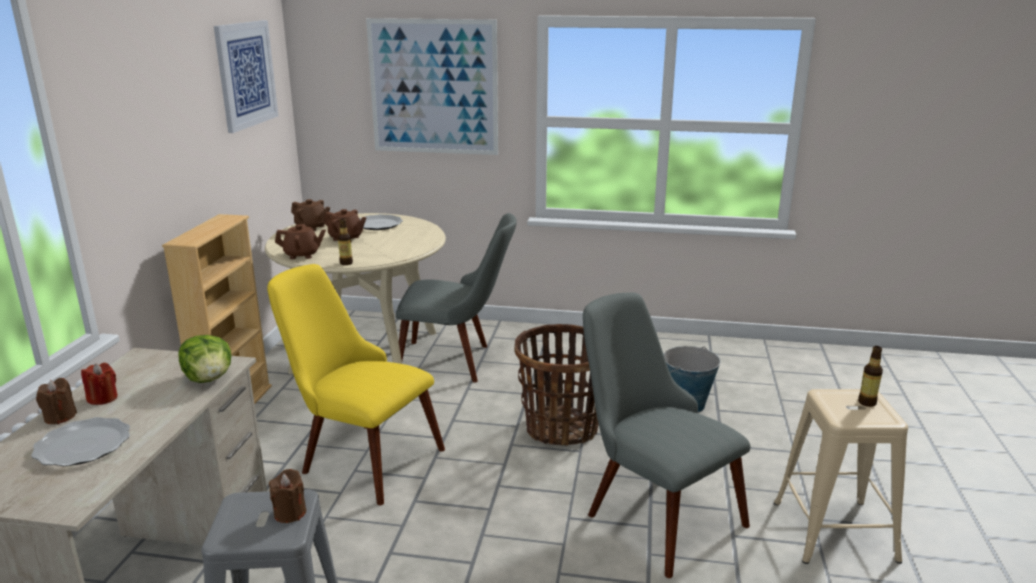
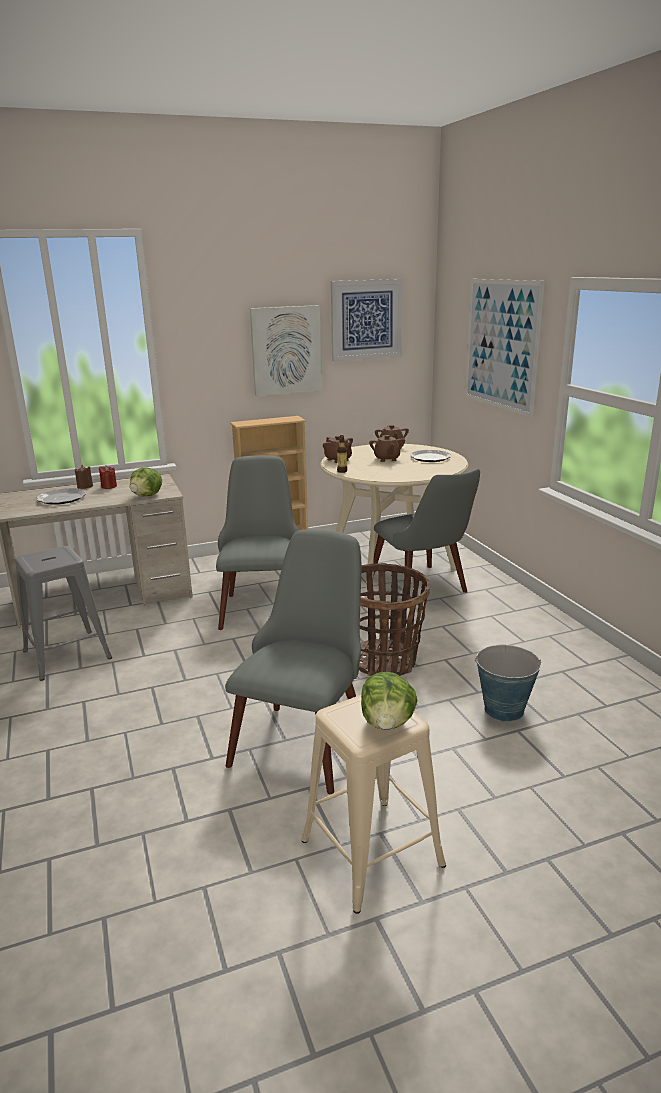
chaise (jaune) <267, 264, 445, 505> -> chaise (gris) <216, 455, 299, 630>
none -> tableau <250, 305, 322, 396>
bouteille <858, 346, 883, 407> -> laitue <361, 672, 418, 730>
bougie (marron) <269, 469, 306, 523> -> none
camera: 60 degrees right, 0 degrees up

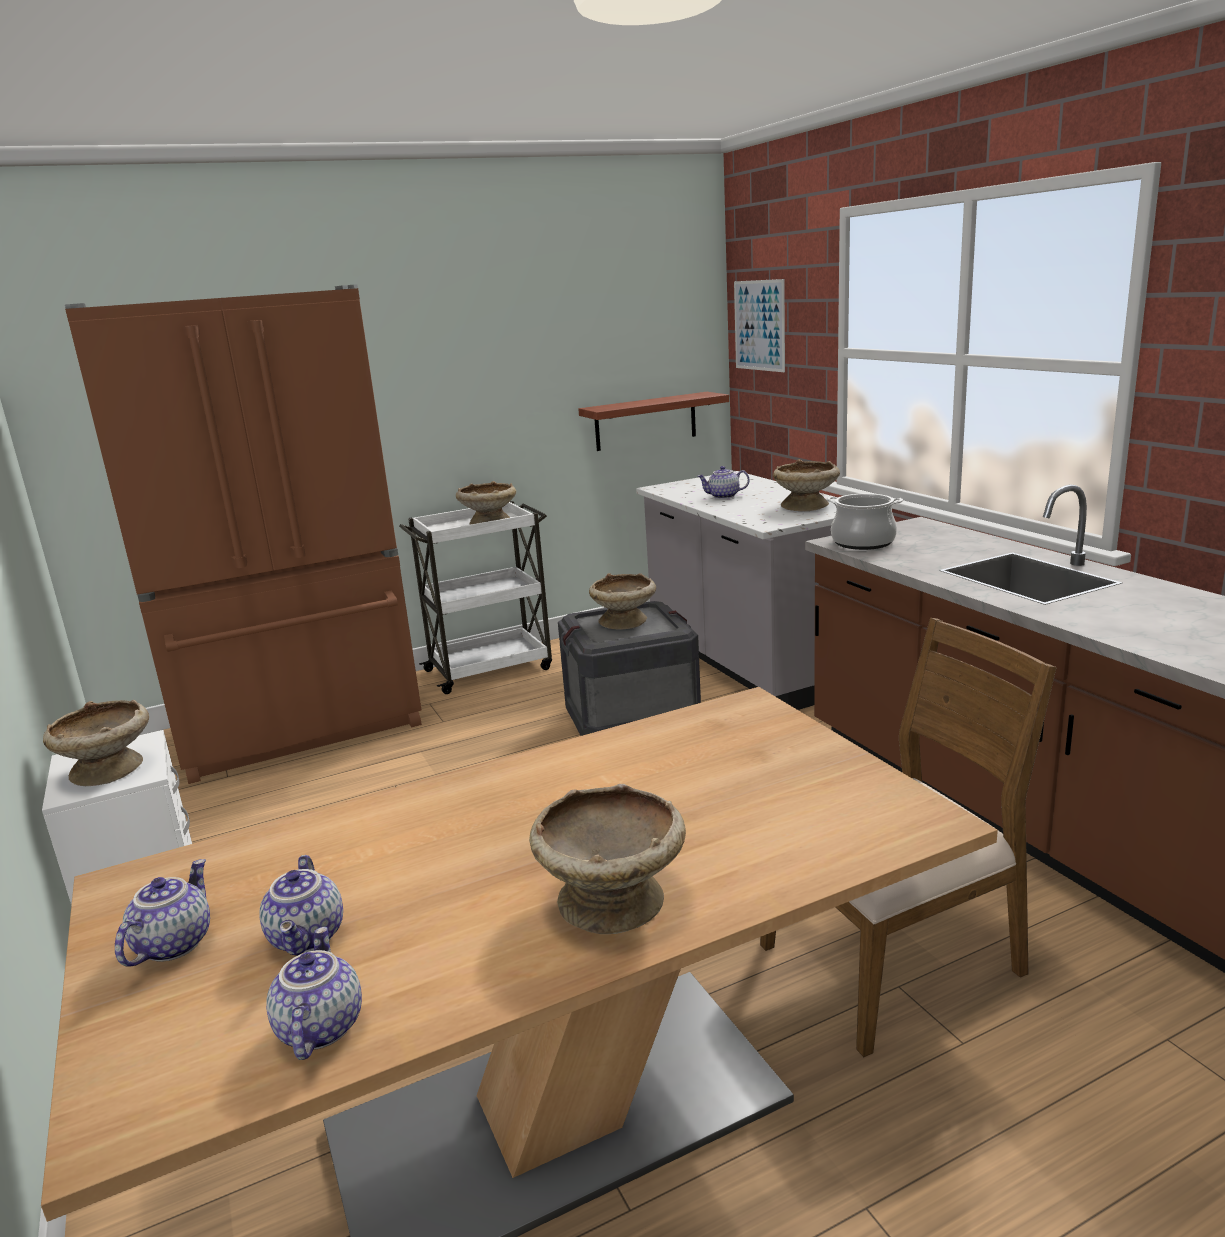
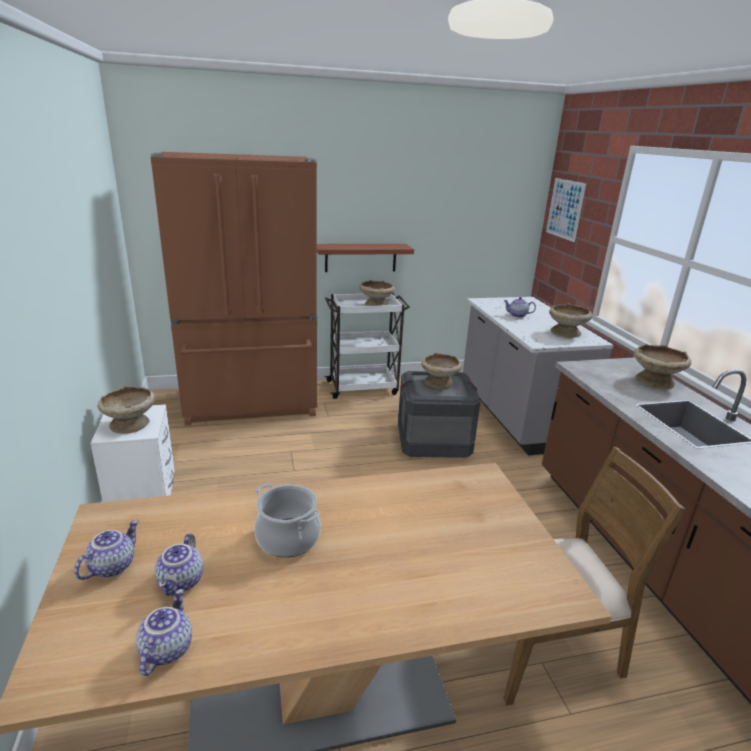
marmite <826, 494, 903, 550> -> marmite <254, 484, 321, 557>, moved
étagère <578, 392, 729, 451> -> étagère <317, 244, 414, 272>, moved
bol (beige) <529, 784, 686, 934> -> bol (beige) <634, 344, 691, 389>, moved
camera: 10 degrees right, 5 degrees up

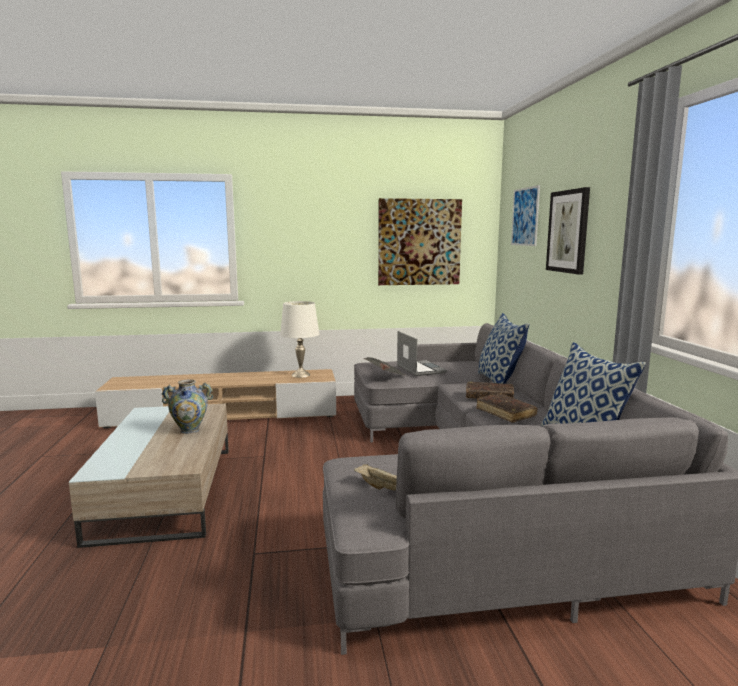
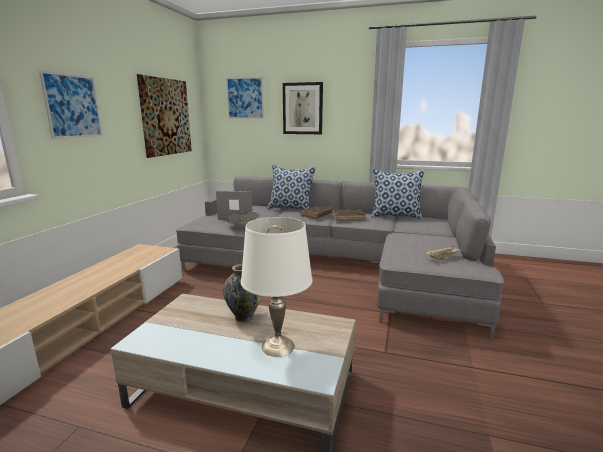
none -> tableau <39, 71, 103, 139>
lampe de table (blanc) <280, 301, 319, 378> -> lampe de table (blanc) <241, 217, 313, 357>, moved
camera: 65 degrees left, 5 degrees up

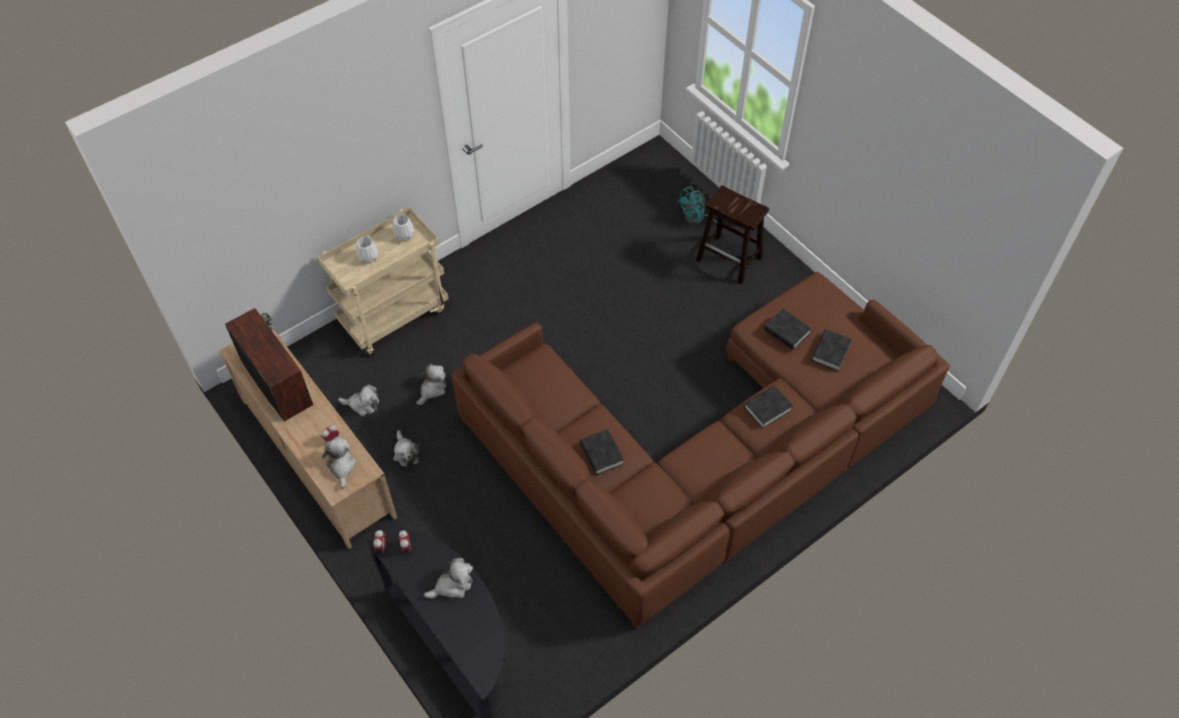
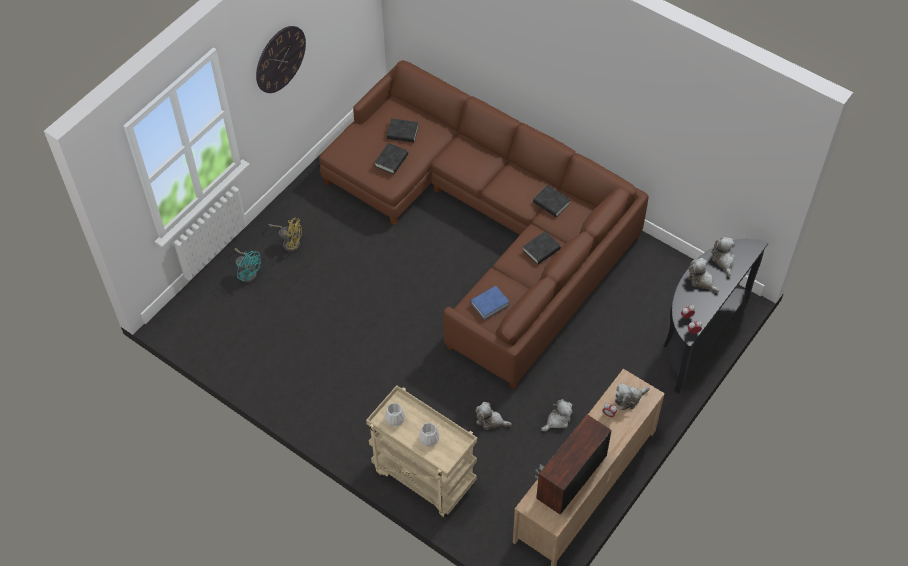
none -> horloge murale <256, 26, 306, 93>
tabouret (marron) <696, 185, 769, 284> -> ventilateur (jaune) <268, 218, 302, 251>
none -> livre (bleu) <470, 286, 510, 320>
livre (noir) <744, 386, 793, 429> -> livre (noir) <533, 185, 570, 217>, moved
peluche <338, 384, 379, 416> -> peluche <711, 237, 735, 276>, moved
camera: 105 degrees left, 0 degrees up

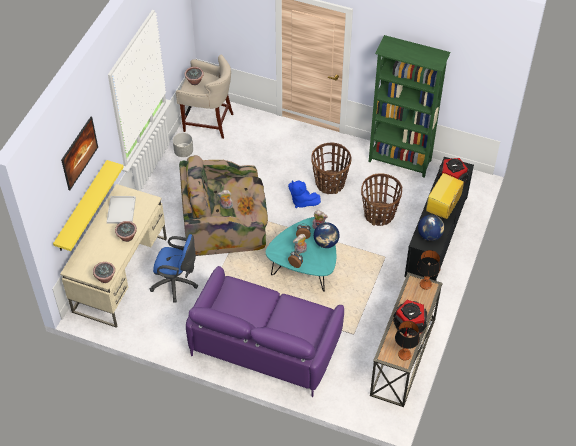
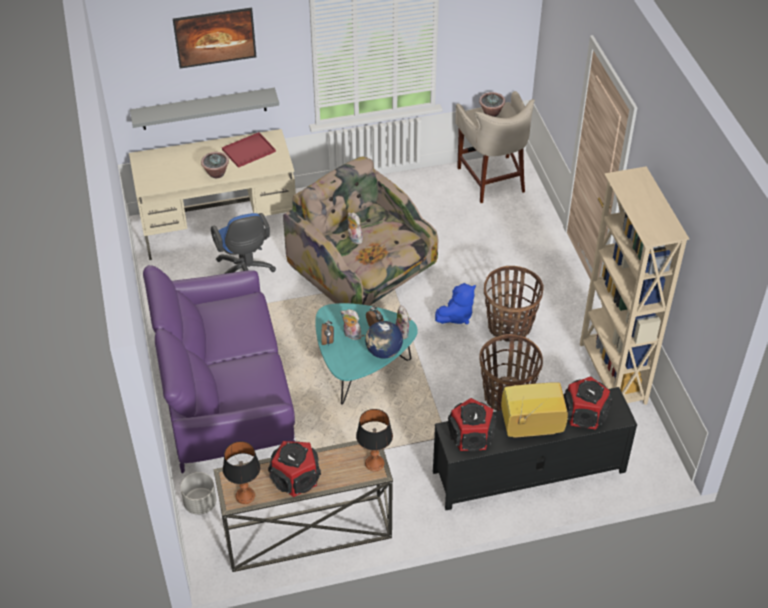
étagère (jaune) <53, 160, 124, 251> -> étagère (gris) <130, 88, 279, 130>
cache-pot (gris) <173, 133, 193, 157> -> cache-pot (gris) <181, 472, 216, 515>, moved
plateau (blanc) <107, 196, 136, 224> -> plateau (rouge) <222, 132, 276, 168>
peluche (bleu) <288, 180, 321, 208> -> peluche (bleu) <435, 283, 476, 324>, 135 degrees counterclockwise
globe <418, 215, 444, 241> -> enceinte <447, 398, 497, 451>
bibliothèque (vert) <369, 35, 451, 178> -> bibliothèque (beige) <580, 166, 689, 405>
plante en pot <93, 262, 115, 283> -> none
camera: 55 degrees right, 5 degrees down

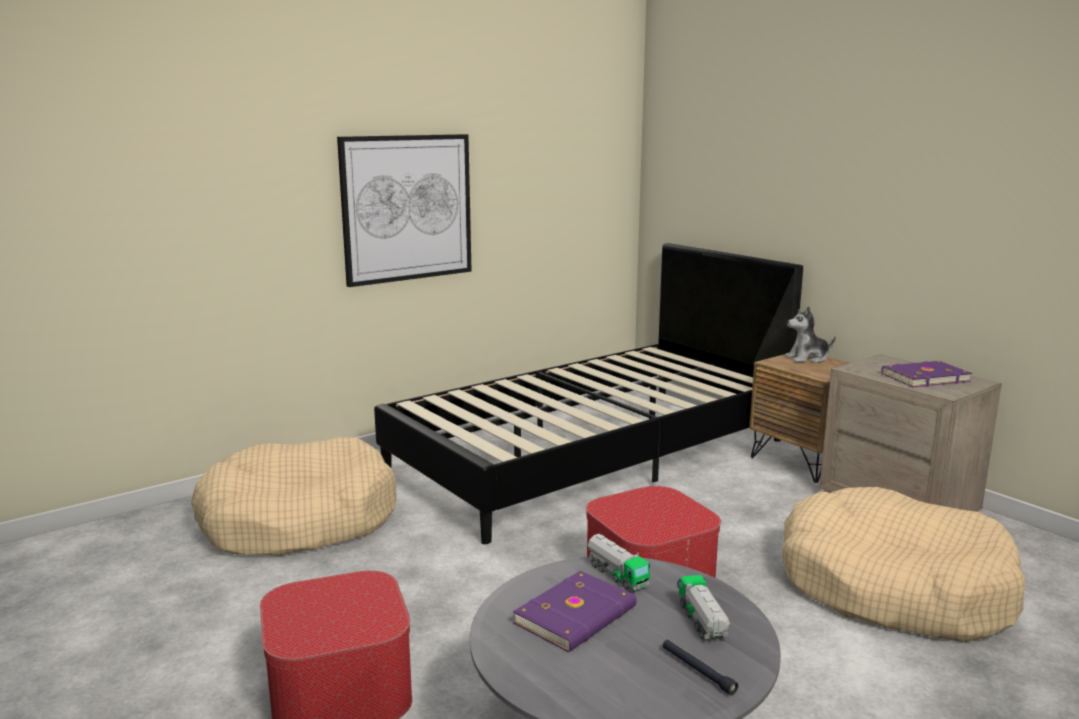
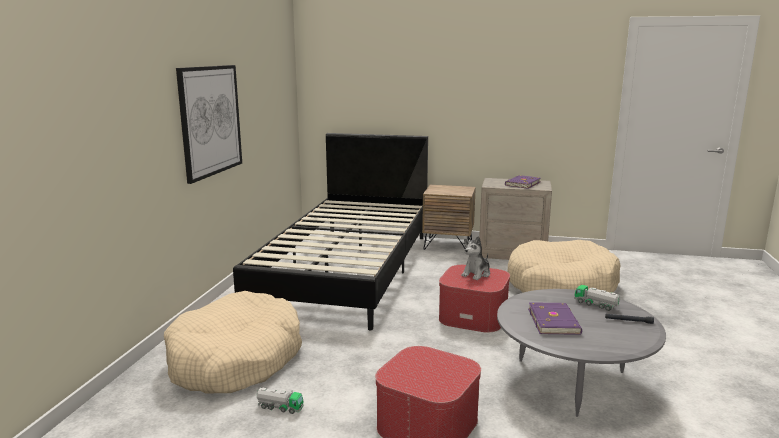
camion jouet <588, 534, 650, 590> -> camion jouet <257, 387, 303, 414>, moved
peluche <785, 306, 836, 363> -> peluche <461, 236, 490, 280>, moved
camera: 40 degrees left, 0 degrees up

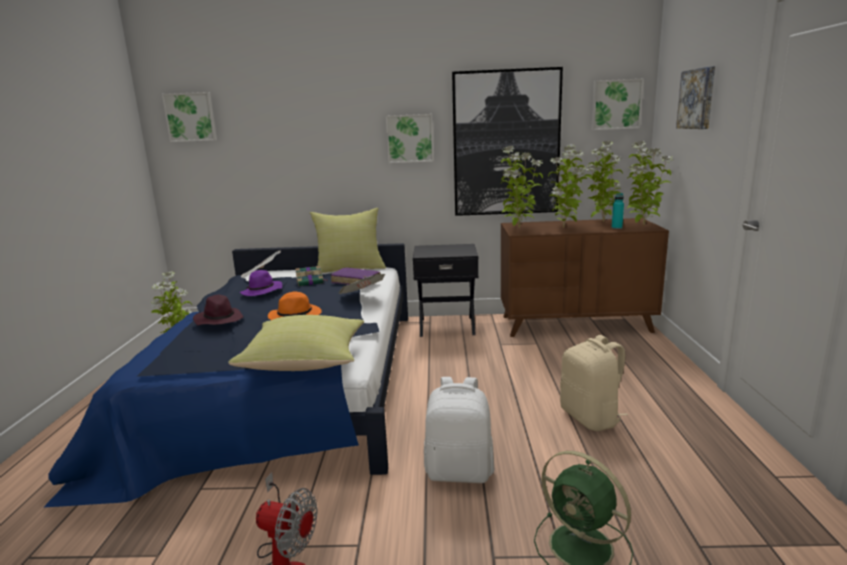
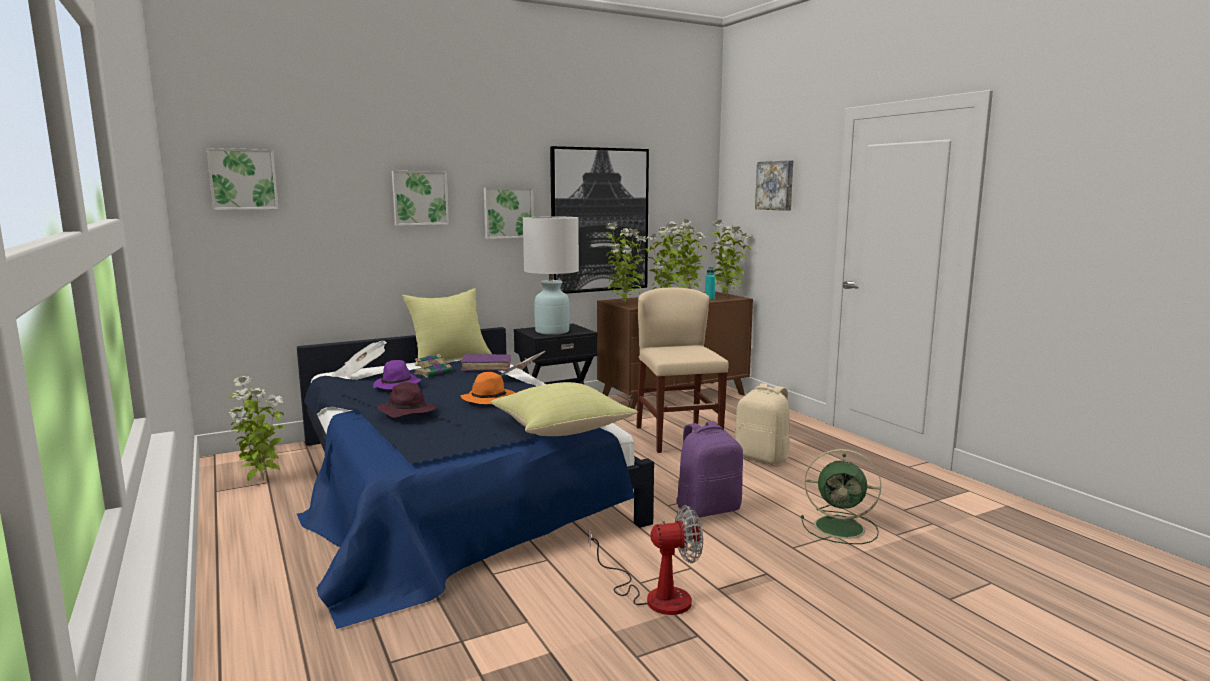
tableau <591, 79, 644, 130> -> tableau <392, 171, 449, 226>, moved
none -> lampe de table (blanc) <523, 217, 579, 335>
none -> chaise (beige) <636, 287, 729, 453>
sac à dos (blanc) <424, 377, 494, 483> -> sac à dos (violet) <676, 421, 743, 518>
camera: 30 degrees left, 5 degrees down

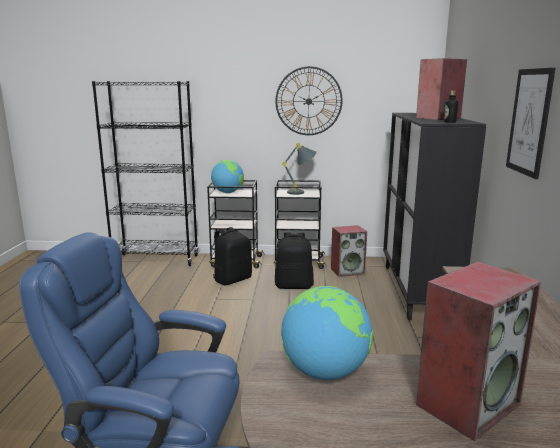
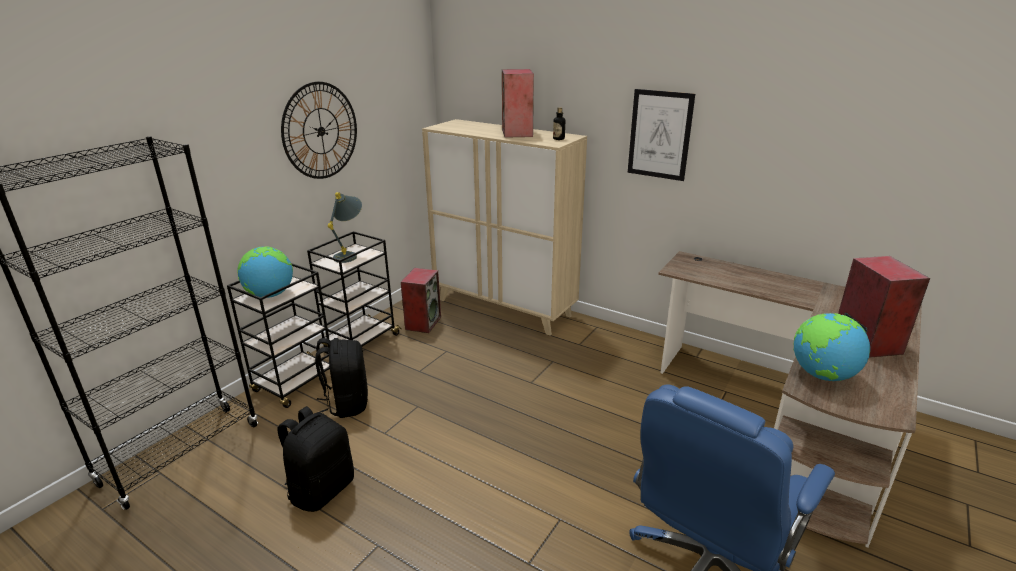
sac à dos (noir) <275, 232, 314, 289> -> sac à dos (noir) <278, 406, 354, 512>, moved
meuble de rangement (noir) <383, 113, 486, 320> -> meuble de rangement (beige) <422, 119, 587, 335>
camera: 60 degrees left, 10 degrees up

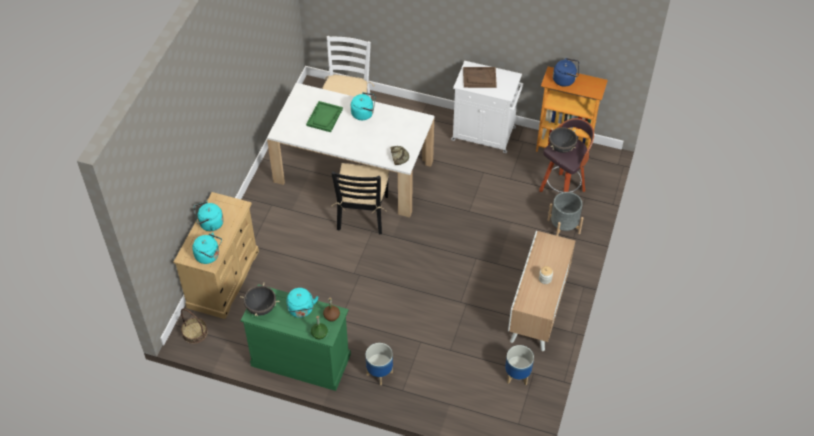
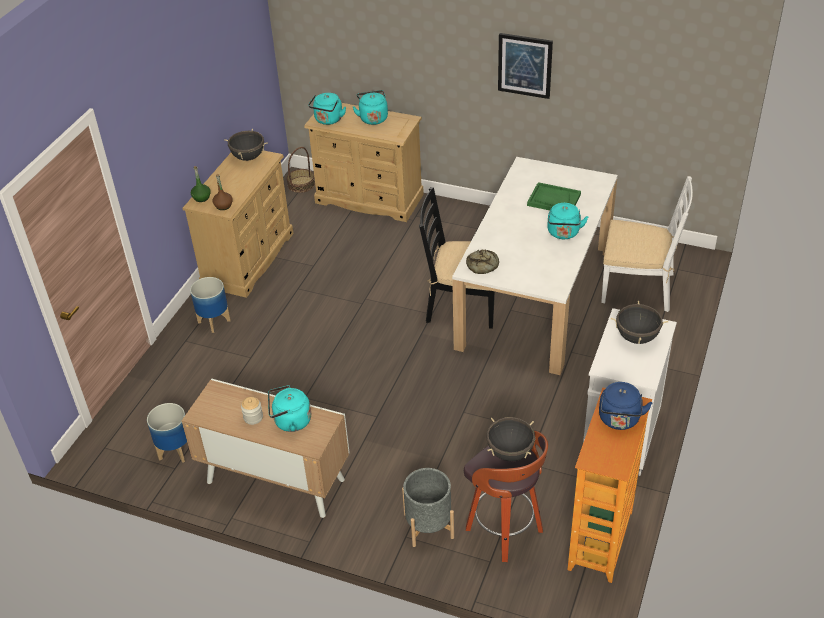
commode (vert) <241, 284, 351, 391> -> commode (beige) <182, 150, 294, 298>
bouilloire (turquoise) <286, 288, 318, 318> -> bouilloire (turquoise) <268, 385, 311, 432>, moved
none -> tableau <498, 33, 553, 99>
plateau (marron) <463, 67, 497, 88> -> marmite (noir) <611, 301, 669, 344>
camera: 95 degrees right, 10 degrees down

